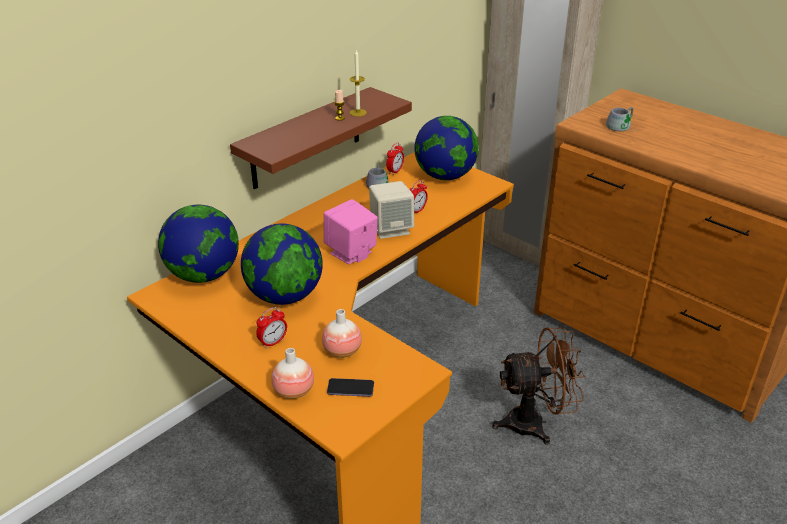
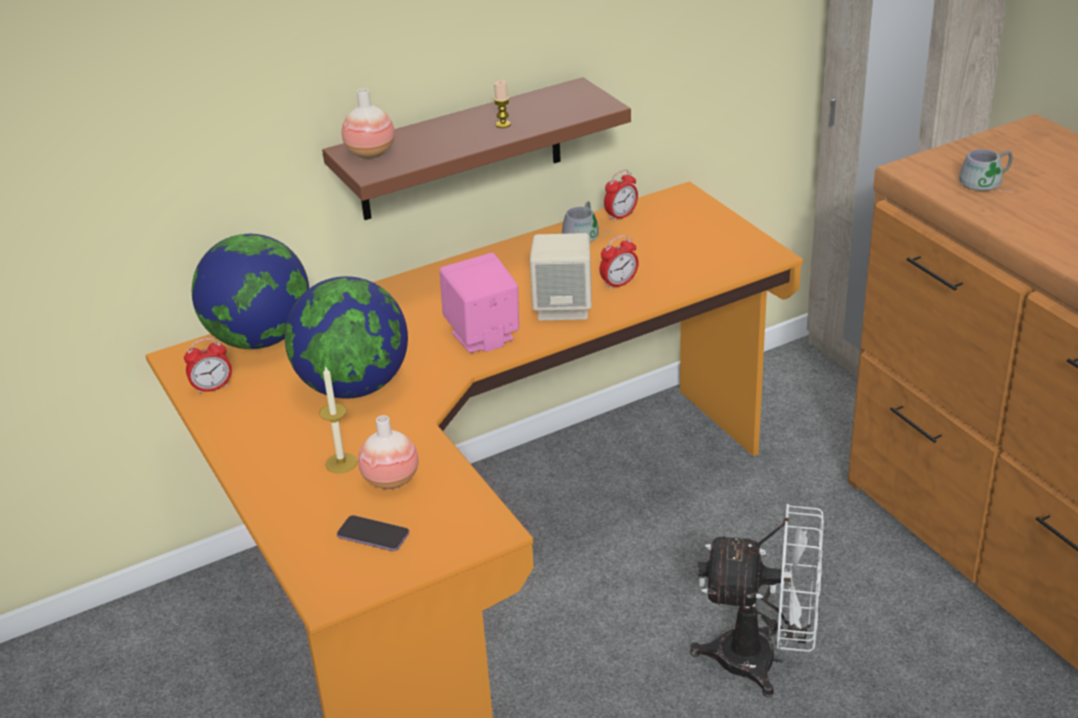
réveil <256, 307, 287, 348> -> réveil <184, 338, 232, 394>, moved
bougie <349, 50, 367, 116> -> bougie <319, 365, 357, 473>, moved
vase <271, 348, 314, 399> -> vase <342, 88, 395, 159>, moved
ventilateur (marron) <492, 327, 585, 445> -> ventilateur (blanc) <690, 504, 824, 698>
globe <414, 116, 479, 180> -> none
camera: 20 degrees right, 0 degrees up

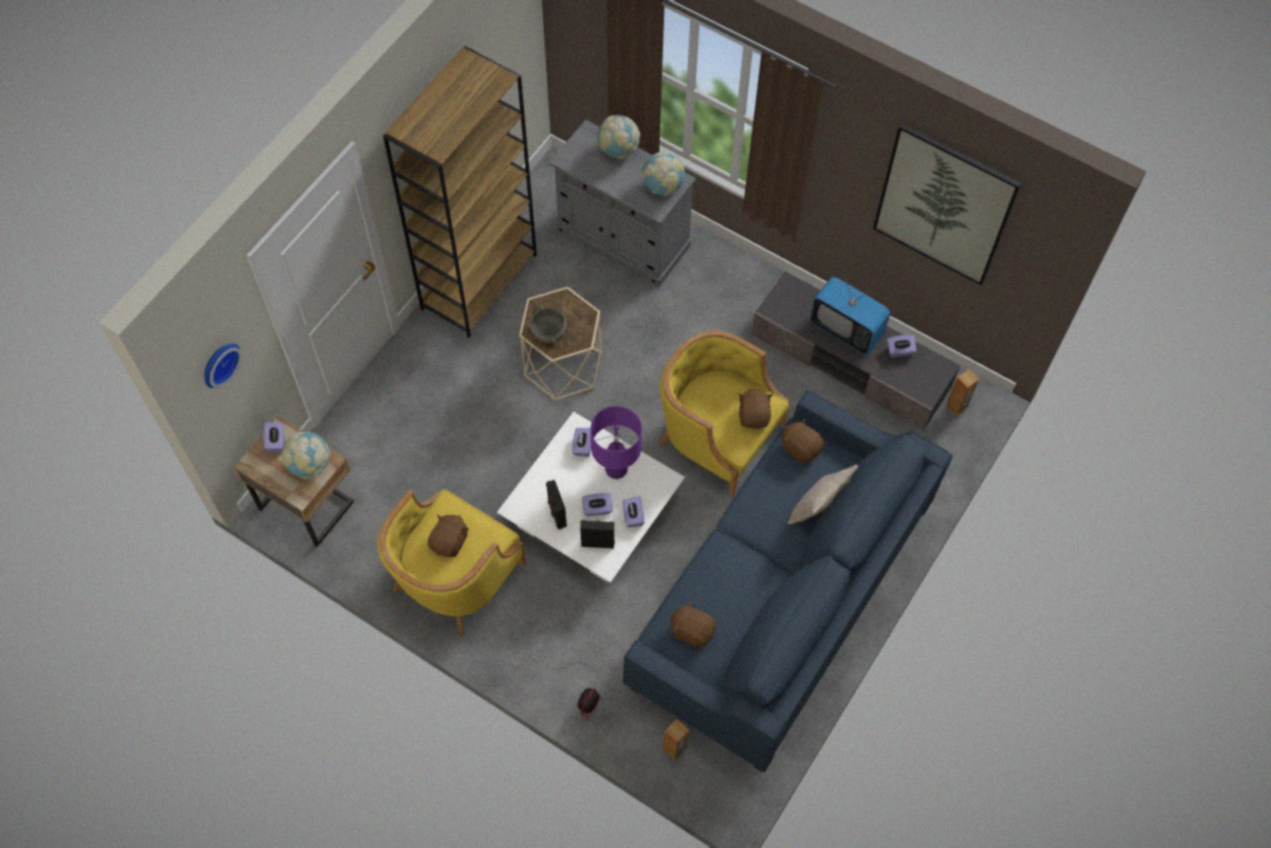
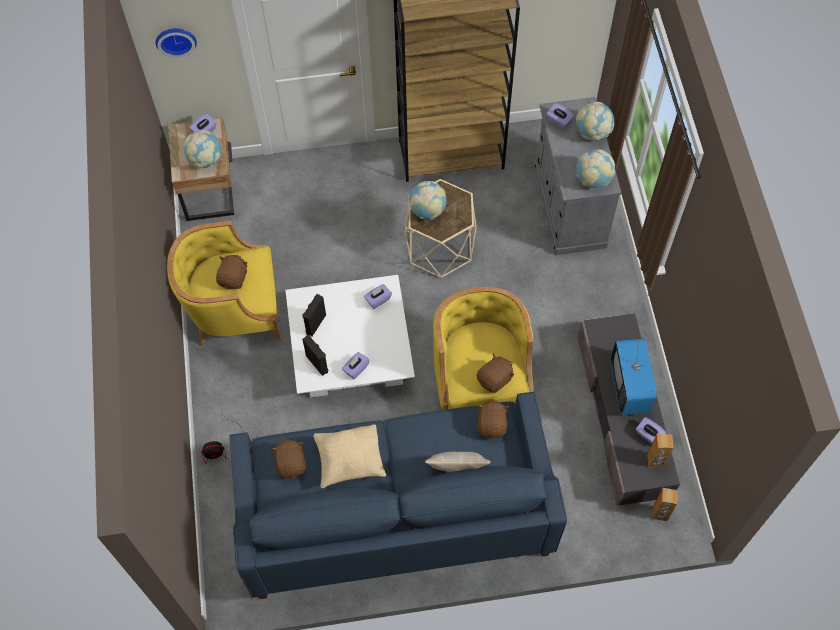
peluche (marron) <428, 514, 469, 557> -> peluche (marron) <216, 255, 248, 289>, 60 degrees counterclockwise
none -> coussin (beige) <313, 424, 386, 488>
bol (gris) <530, 307, 567, 344> -> globe <409, 181, 447, 220>
boîte à mouchoirs (violet) <582, 493, 613, 516> -> boîte à mouchoirs (violet) <547, 103, 574, 129>, moved
enceinte (marron) <663, 719, 689, 760> -> enceinte (marron) <647, 434, 674, 468>, moved
lampe de table (violet) <590, 406, 642, 479> -> none
tableau <873, 123, 1021, 285> -> none
camera: 50 degrees right, 0 degrees up

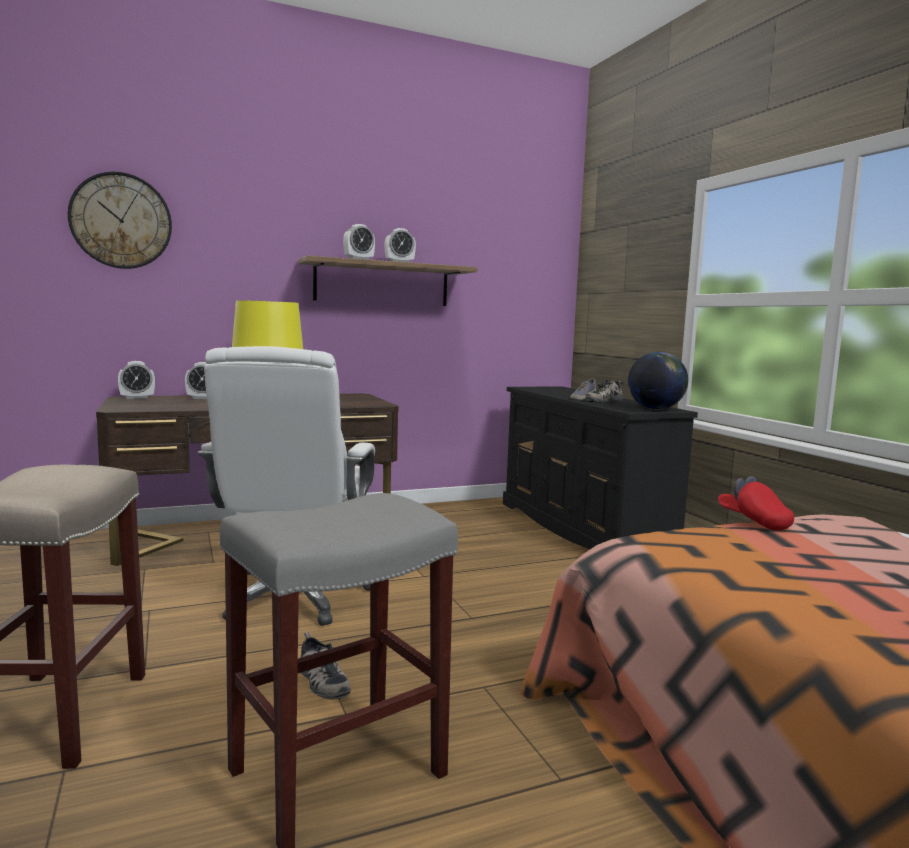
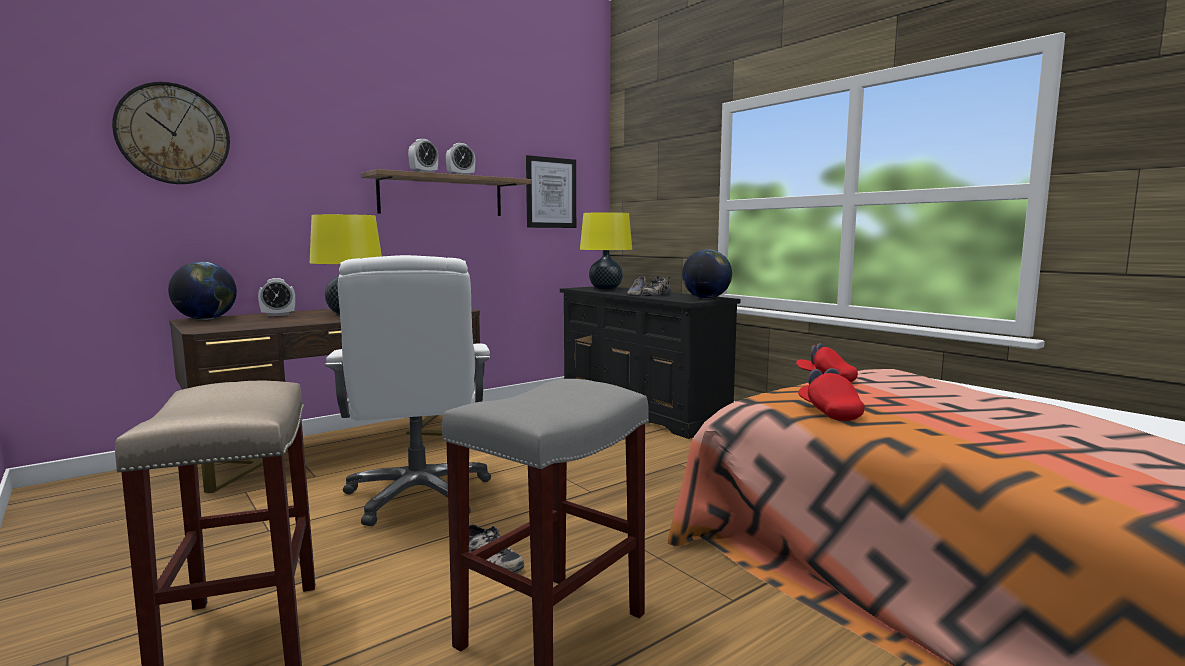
réveil <118, 361, 155, 399> -> globe <168, 261, 237, 320>
none -> tableau <526, 155, 576, 228>
none -> lampe de table (jaune) <580, 212, 632, 290>
none -> casquette (rouge) <798, 368, 865, 421>
camera: 15 degrees left, 0 degrees up

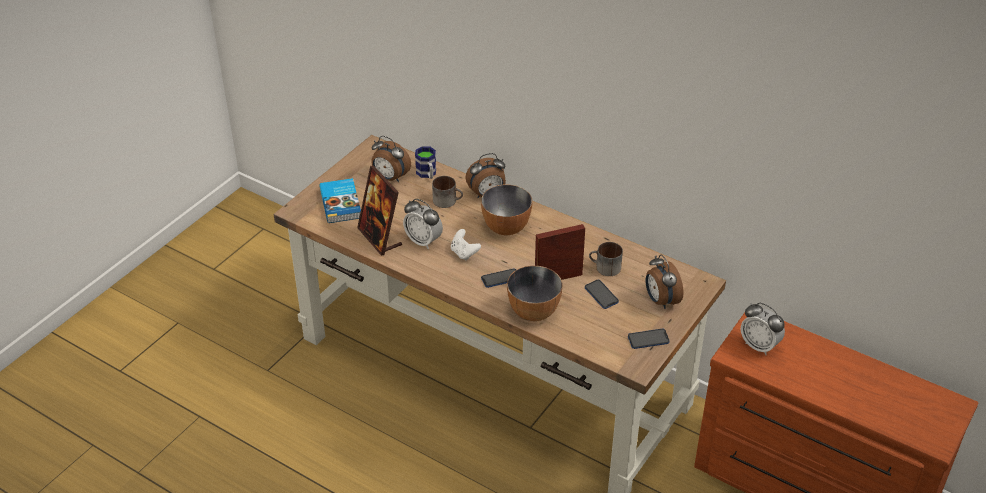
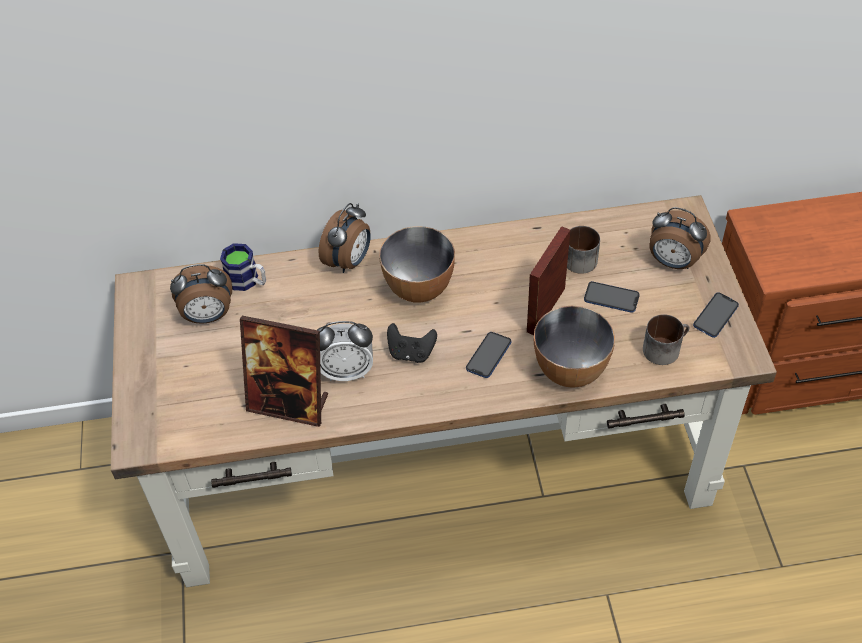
manette (blanc) <451, 229, 481, 261> -> manette (noir) <387, 323, 437, 363>
mug <432, 176, 463, 208> -> mug <643, 314, 690, 365>, moved
livre <319, 178, 361, 223> -> none
réveil <741, 303, 785, 355> -> none
camera: 40 degrees left, 10 degrees up

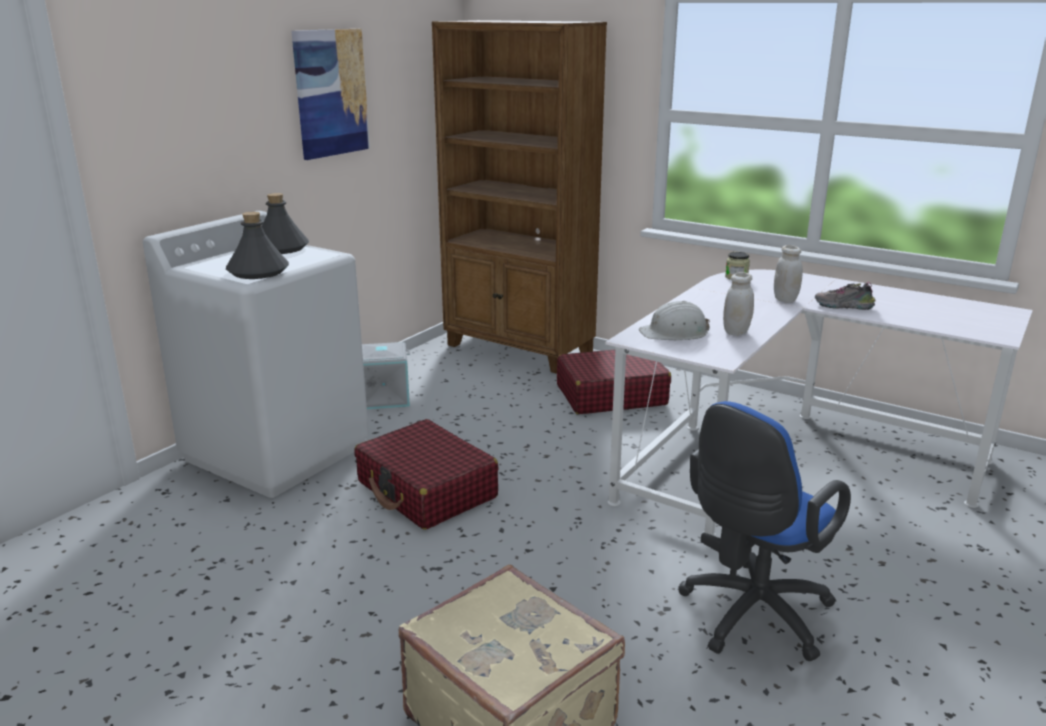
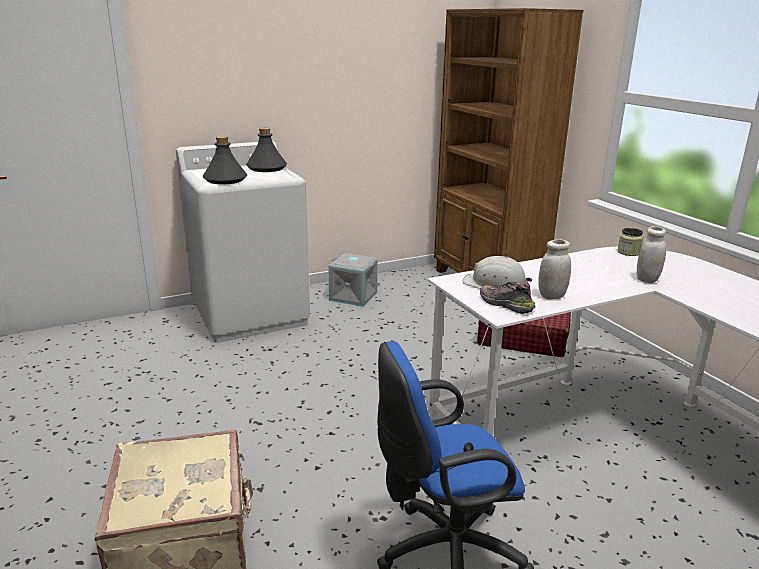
chaussure <815, 282, 876, 310> -> chaussure <480, 282, 536, 314>, moved
tableau <291, 29, 370, 160> -> none
valise (rouge) <354, 419, 499, 530> -> none
camera: 30 degrees right, 0 degrees up

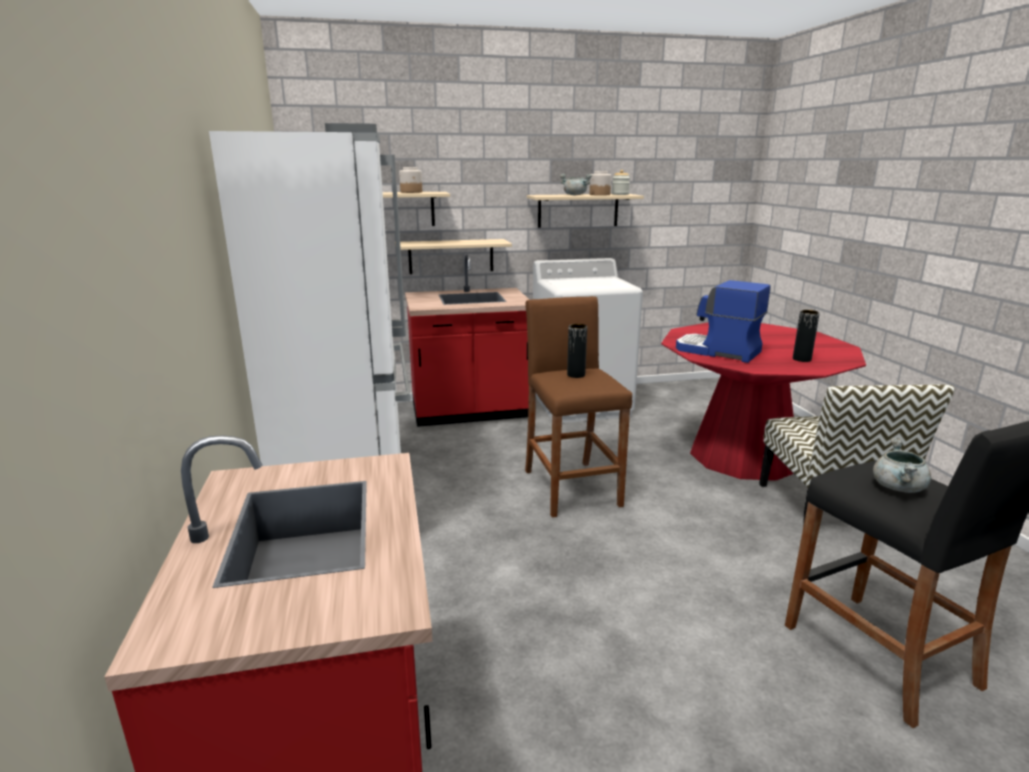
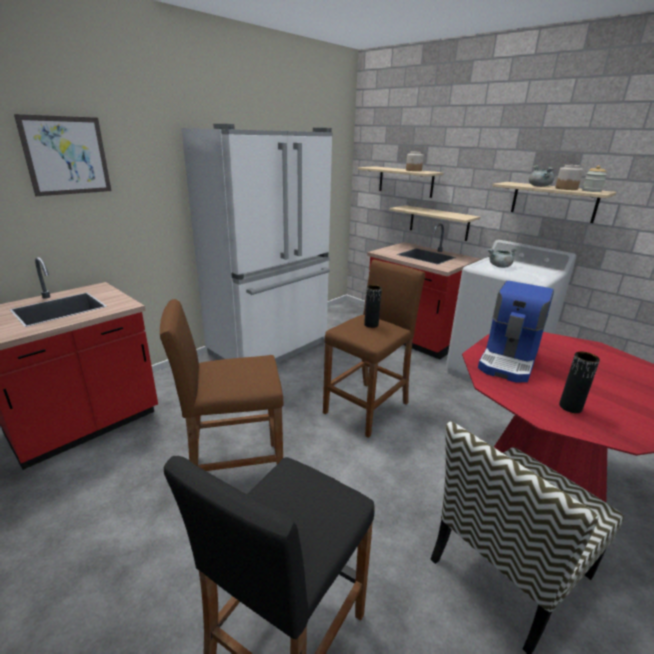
none -> tableau <14, 114, 112, 196>
none -> tabouret (marron) <160, 299, 284, 471>
machine à café <676, 280, 771, 363> -> machine à café <478, 281, 554, 383>, 150 degrees counterclockwise
marmite (gris) <873, 438, 931, 493> -> marmite (gris) <488, 248, 517, 268>, moved
camera: 55 degrees right, 5 degrees up

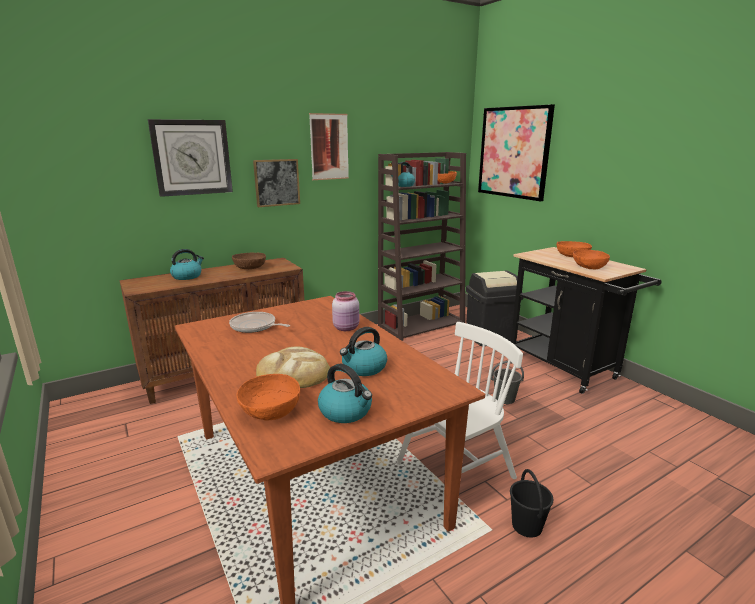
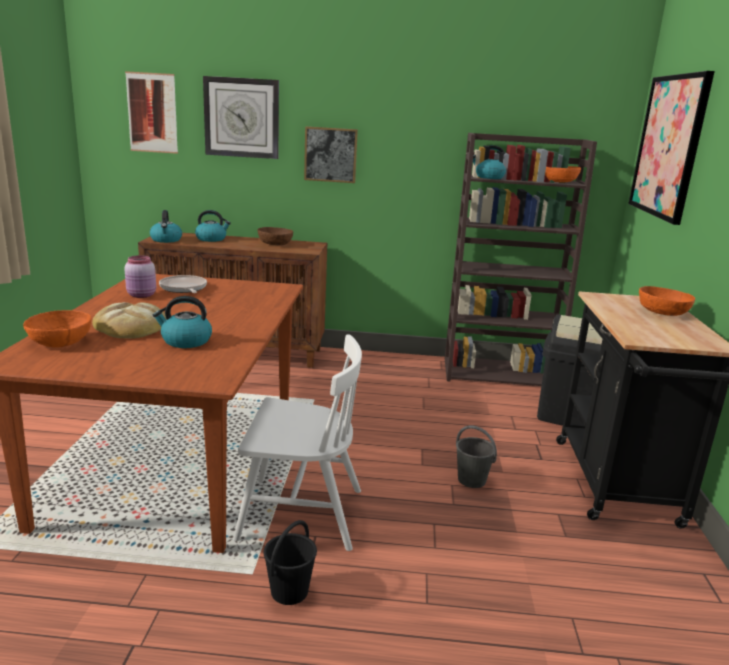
bocal (rose) <332, 291, 359, 331> -> bocal (rose) <124, 255, 156, 298>, moved
tableau <309, 113, 349, 180> -> tableau <125, 71, 178, 154>, moved
bouilloire <318, 363, 372, 423> -> bouilloire <150, 210, 182, 243>, moved
bol (orange) <573, 249, 610, 270> -> none
camera: 35 degrees right, 0 degrees up

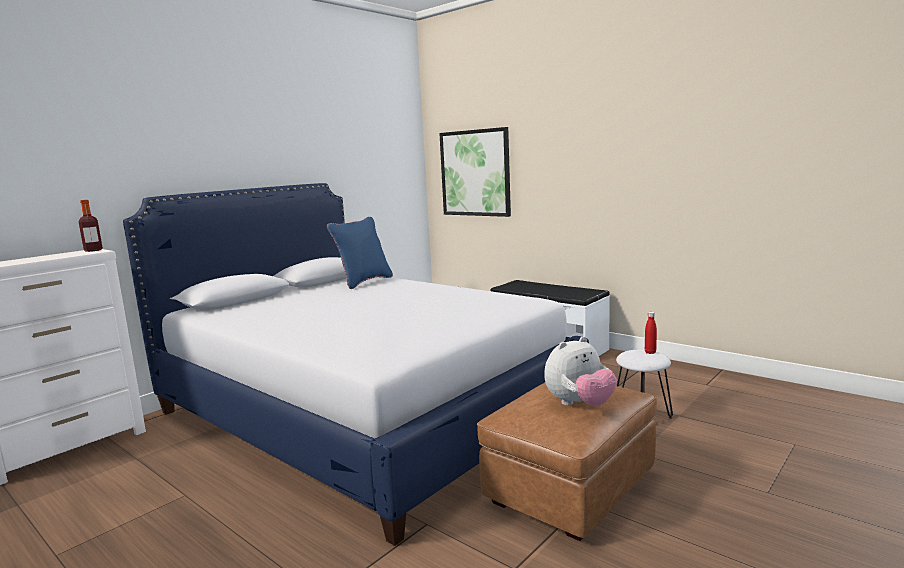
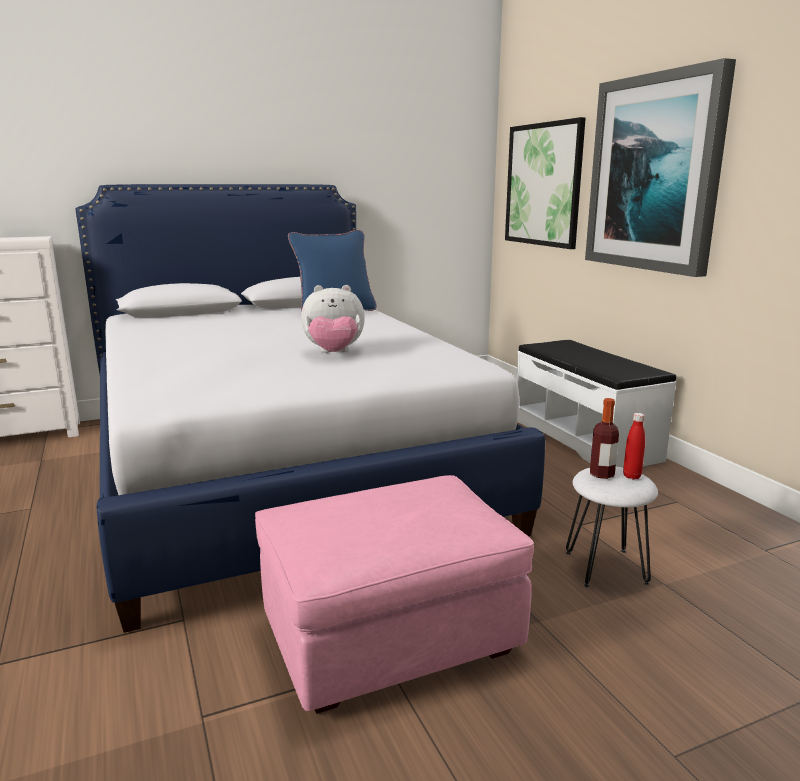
pouf (marron) <477, 383, 657, 541> -> pouf (rose) <255, 475, 534, 714>
peluche <544, 336, 617, 406> -> peluche <301, 285, 365, 353>, moved
none -> tableau <585, 58, 736, 277>
bouteille <79, 200, 103, 252> -> bouteille <590, 398, 619, 479>, moved
camera: 25 degrees right, 5 degrees up

